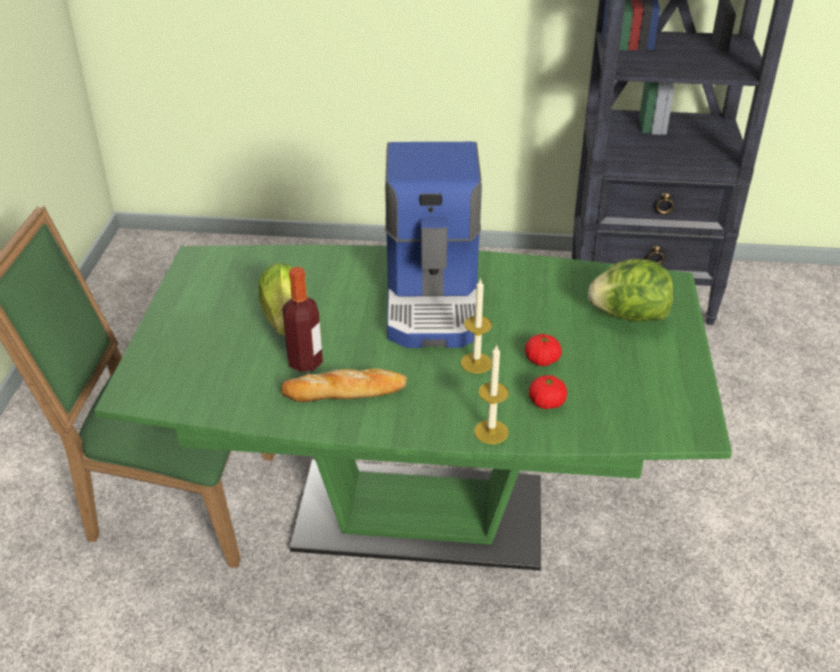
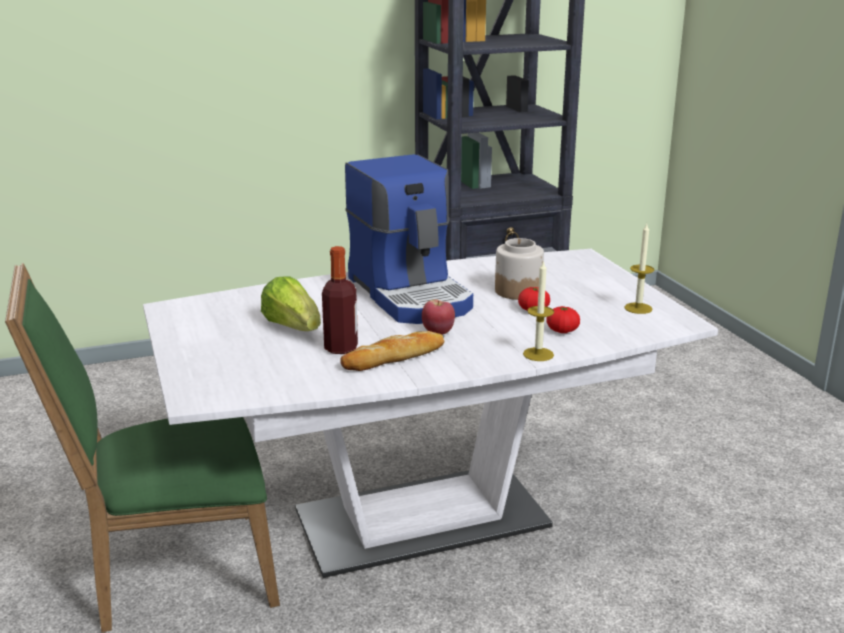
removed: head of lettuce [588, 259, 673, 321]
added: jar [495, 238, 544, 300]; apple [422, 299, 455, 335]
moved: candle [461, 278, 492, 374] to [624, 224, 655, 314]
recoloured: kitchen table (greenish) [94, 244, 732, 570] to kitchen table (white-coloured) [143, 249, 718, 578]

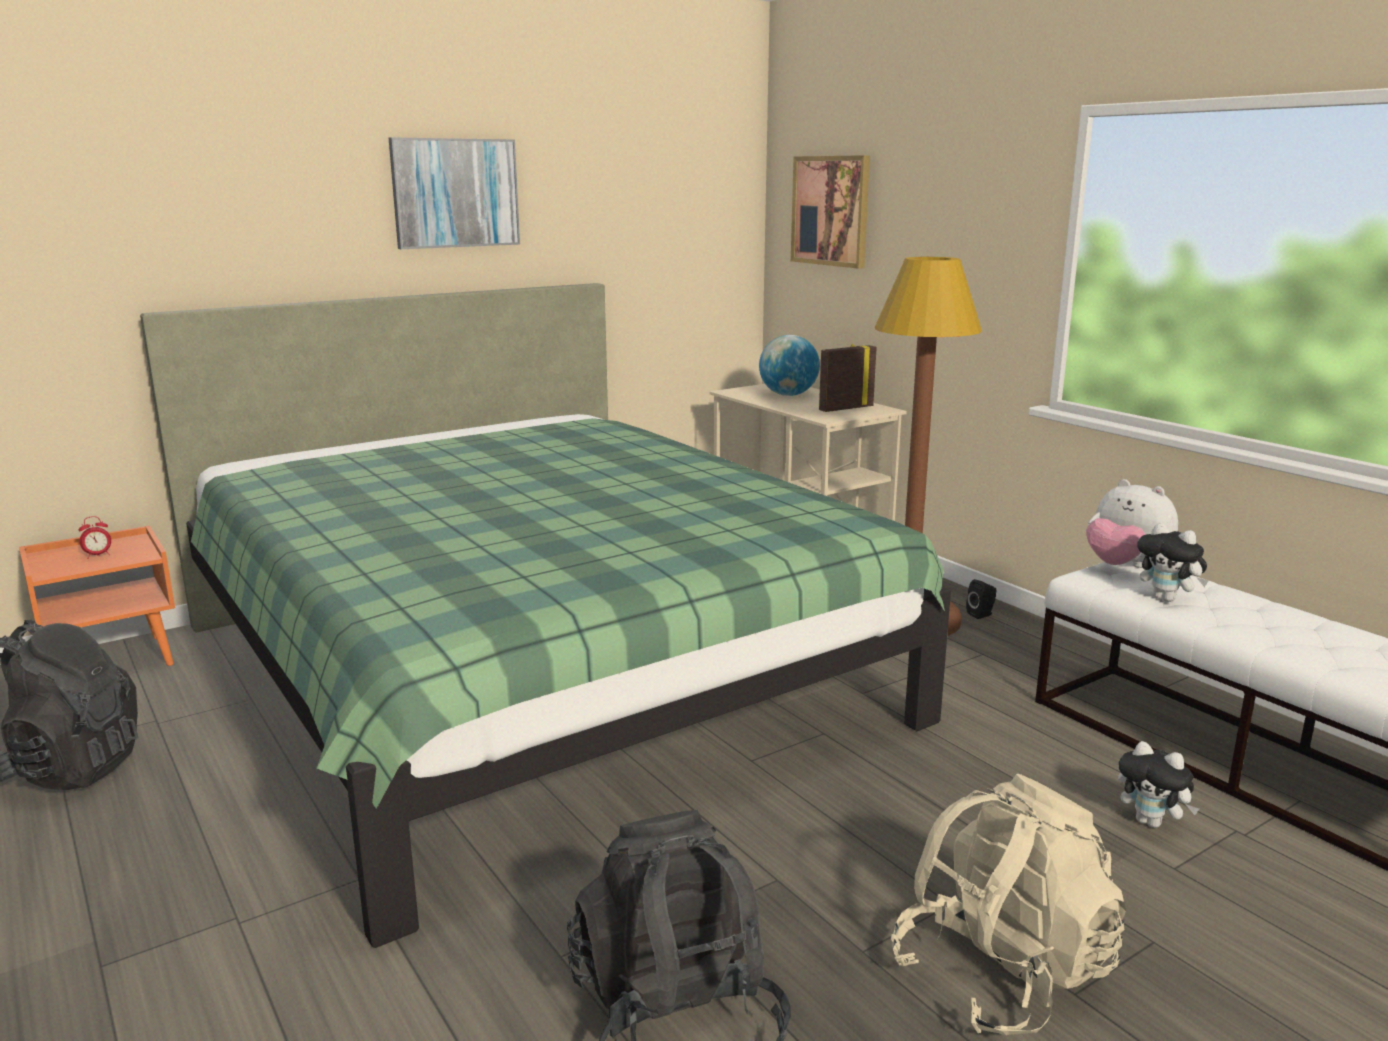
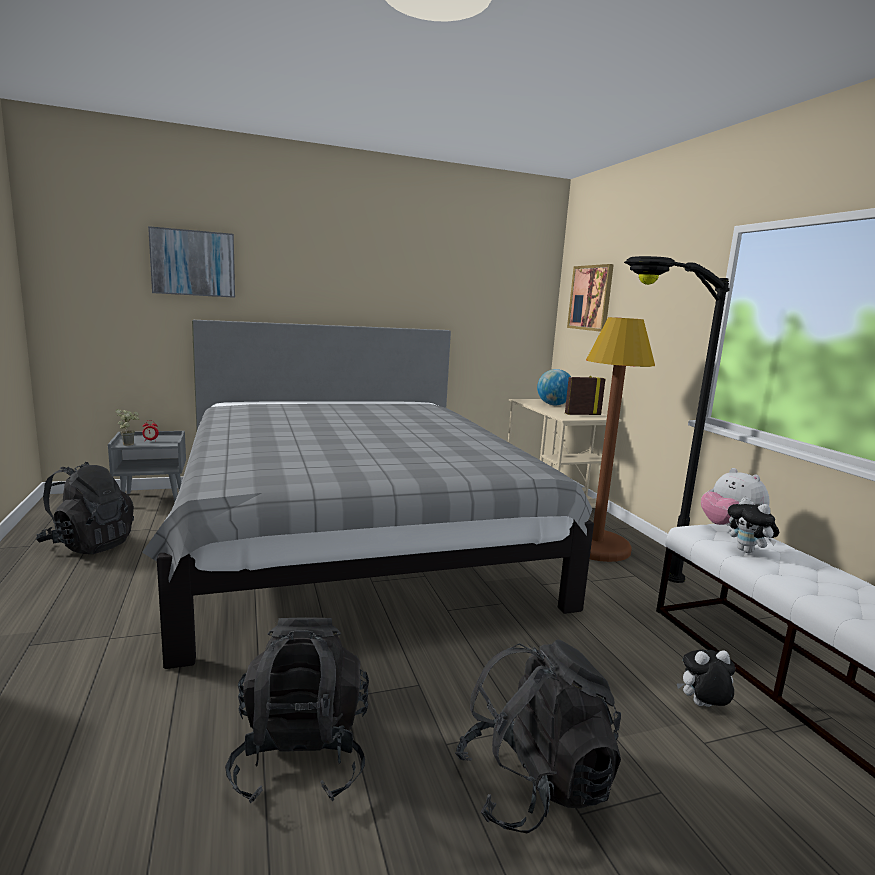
removed: loudspeaker (black-coloured) [966, 579, 997, 619]
added: standard lamp (black-coloured) [624, 256, 730, 583]; potted plant [116, 409, 139, 446]
moved: wall picture [389, 137, 520, 249] to [148, 226, 235, 298]
recoloured: bed (greenish) [140, 283, 951, 948] to bed (grey) [142, 320, 594, 669]; night table (orange) [19, 525, 175, 666] to night table (grey) [108, 431, 186, 502]; rucksack (beige) [891, 774, 1126, 1036] to rucksack (black-coloured) [455, 639, 621, 834]
turned: plush toy [1118, 741, 1199, 828] = [677, 650, 735, 707] 120 degrees clockwise

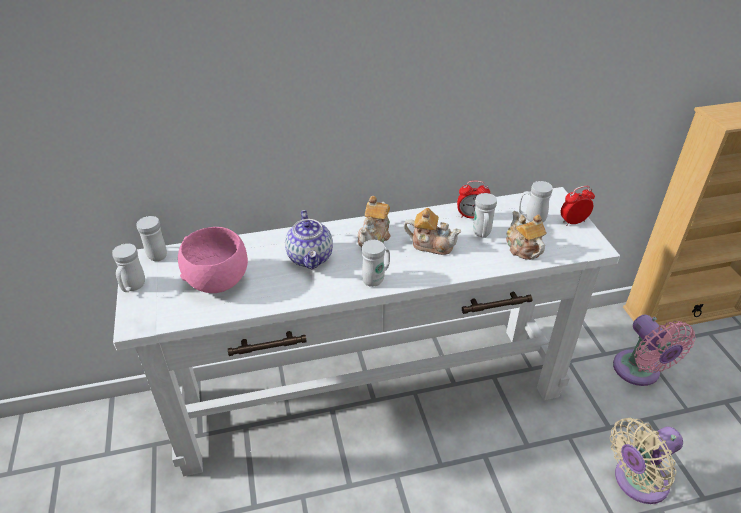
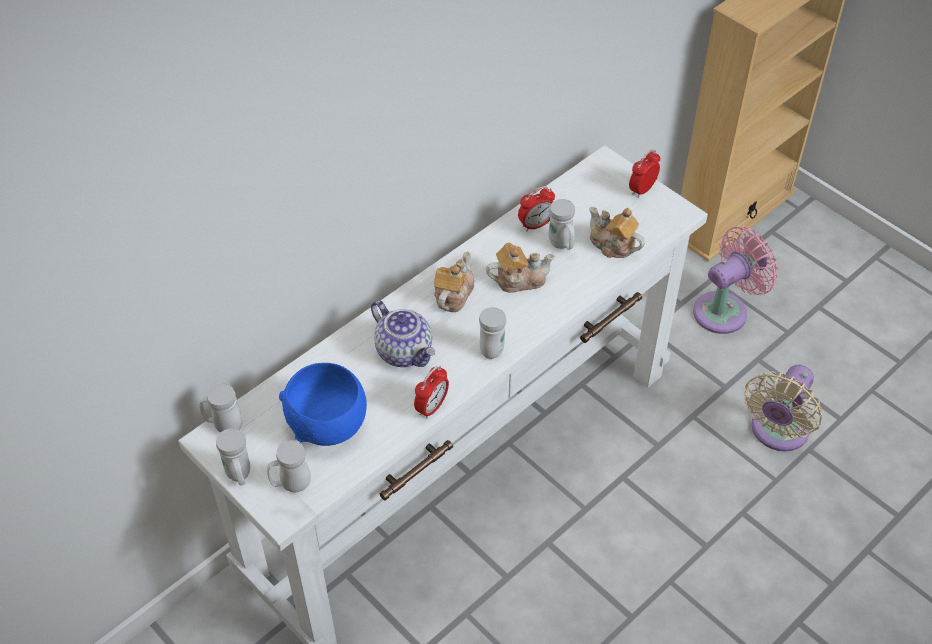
added: table clock [414, 366, 449, 419]
moved: mug (white-coloured) [519, 181, 552, 222] to [267, 440, 311, 492]
recoloured: serving bowl (pink) [178, 227, 248, 293] to serving bowl (blue-coloured) [279, 363, 367, 446]
turned: teapot [358, 196, 391, 247] = [434, 252, 474, 312] 150 degrees counterclockwise; fan (pink) [613, 315, 696, 386] = [693, 226, 779, 334] 75 degrees counterclockwise

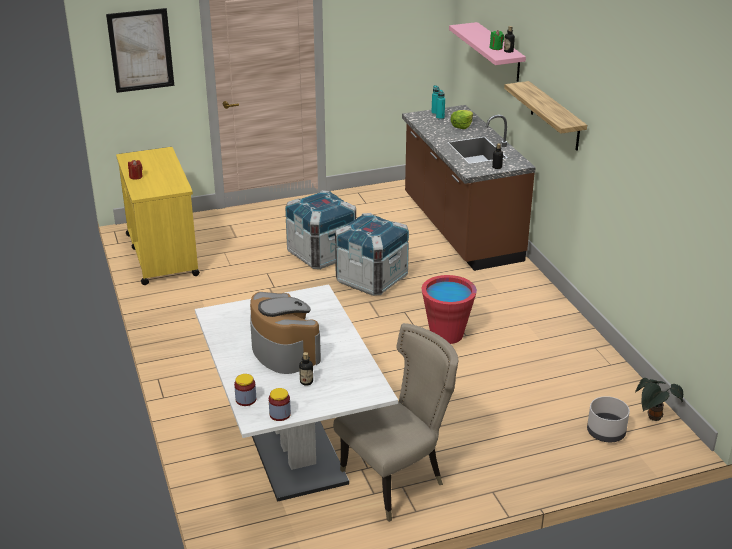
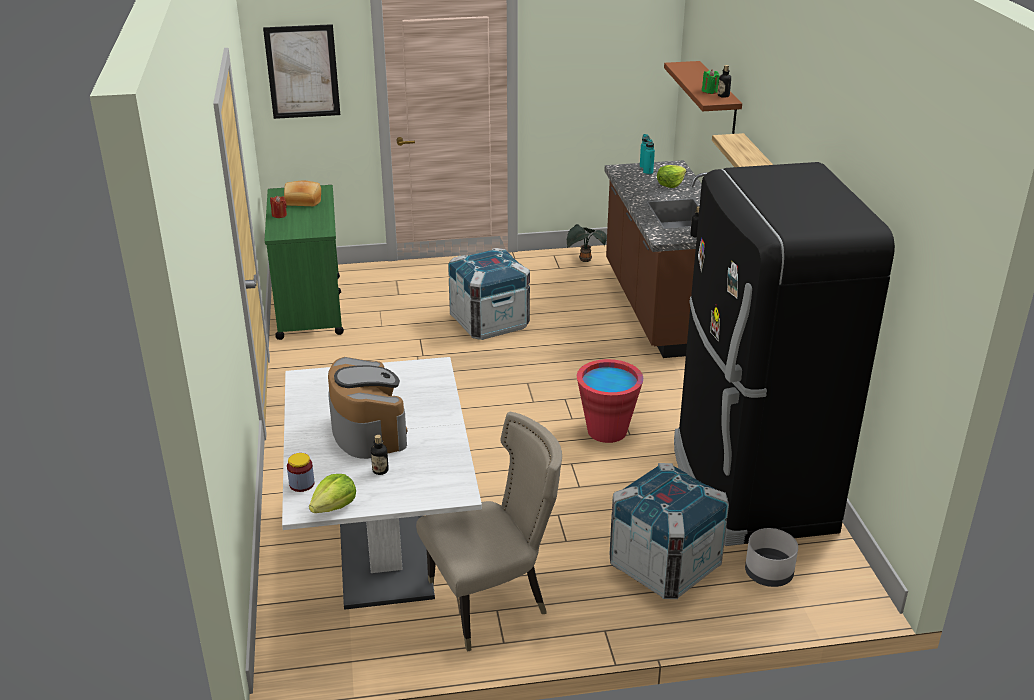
added: refrigerator (black-coloured) [674, 162, 895, 546]; bread [284, 181, 321, 206]
moved: crate [335, 213, 409, 296] to [609, 463, 729, 599]; potted plant [635, 378, 683, 421] to [567, 224, 607, 262]
replaced: jar [269, 388, 291, 421] to head of lettuce [309, 474, 356, 513]
recoloured: wall shelf (pink) [449, 22, 526, 82] to wall shelf (brown-coloured) [664, 61, 742, 134]; wheeled cart (yellowish) [116, 147, 200, 285] to wheeled cart (greenish) [265, 185, 344, 340]

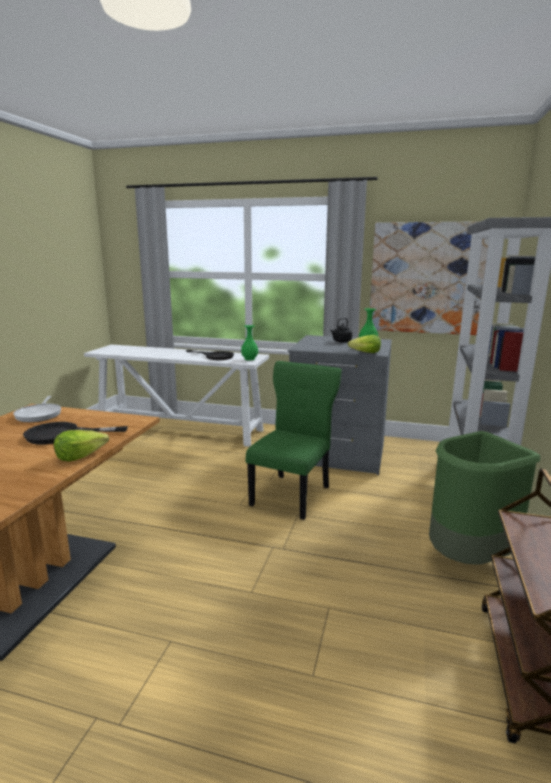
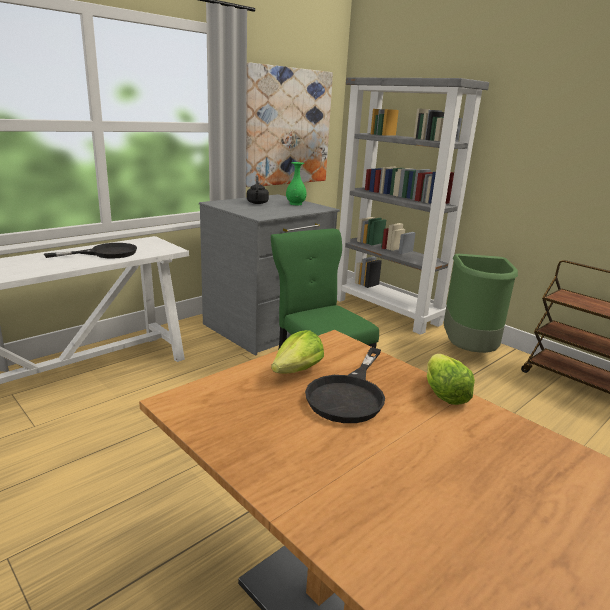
removed: flower vase (greenish) [241, 325, 258, 360]; frying pan [13, 396, 61, 422]
moved: head of lettuce [348, 335, 381, 353] to [271, 330, 324, 374]

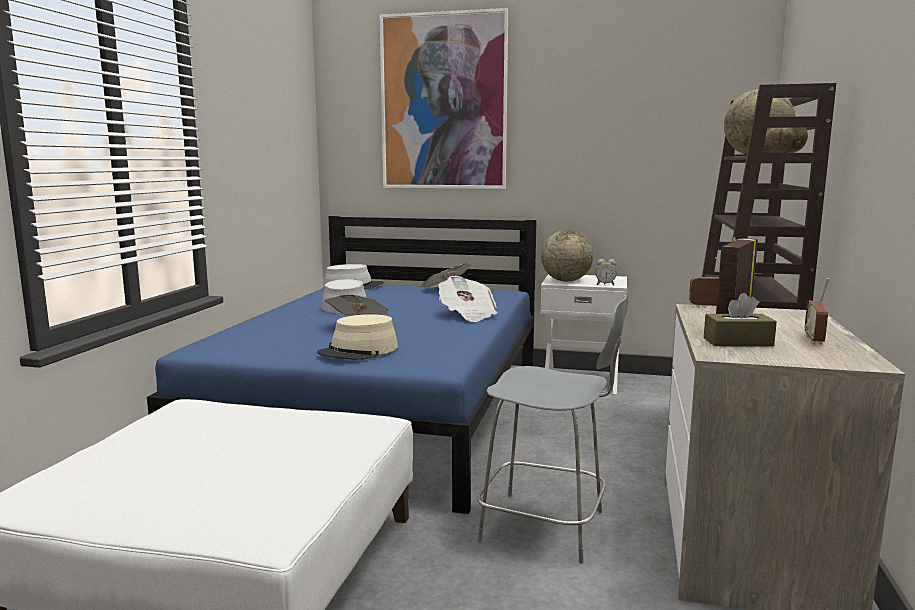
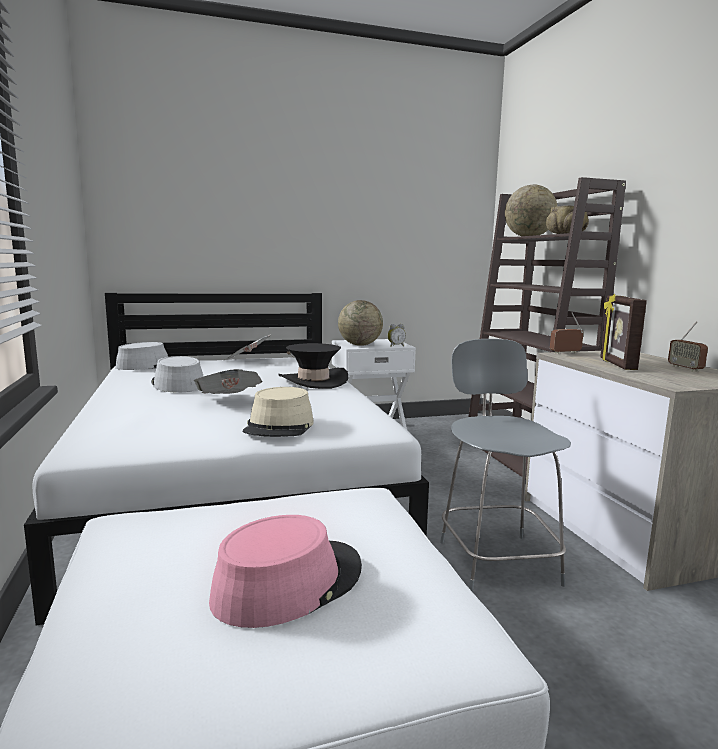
removed: wall picture [380, 8, 508, 189]; box of tissues (brown-coloured) [704, 293, 777, 346]
added: clothing hat (pink) [209, 515, 362, 628]
replaced: newspaper [438, 276, 498, 322] to clothing hat (black-coloured) [278, 343, 349, 389]
recoloured: bed (blue-coloured) [147, 216, 537, 514] to bed (white-coloured) [24, 293, 429, 625]
turned: chair (grey) [477, 295, 628, 564] = [440, 339, 571, 592] 90 degrees counterclockwise

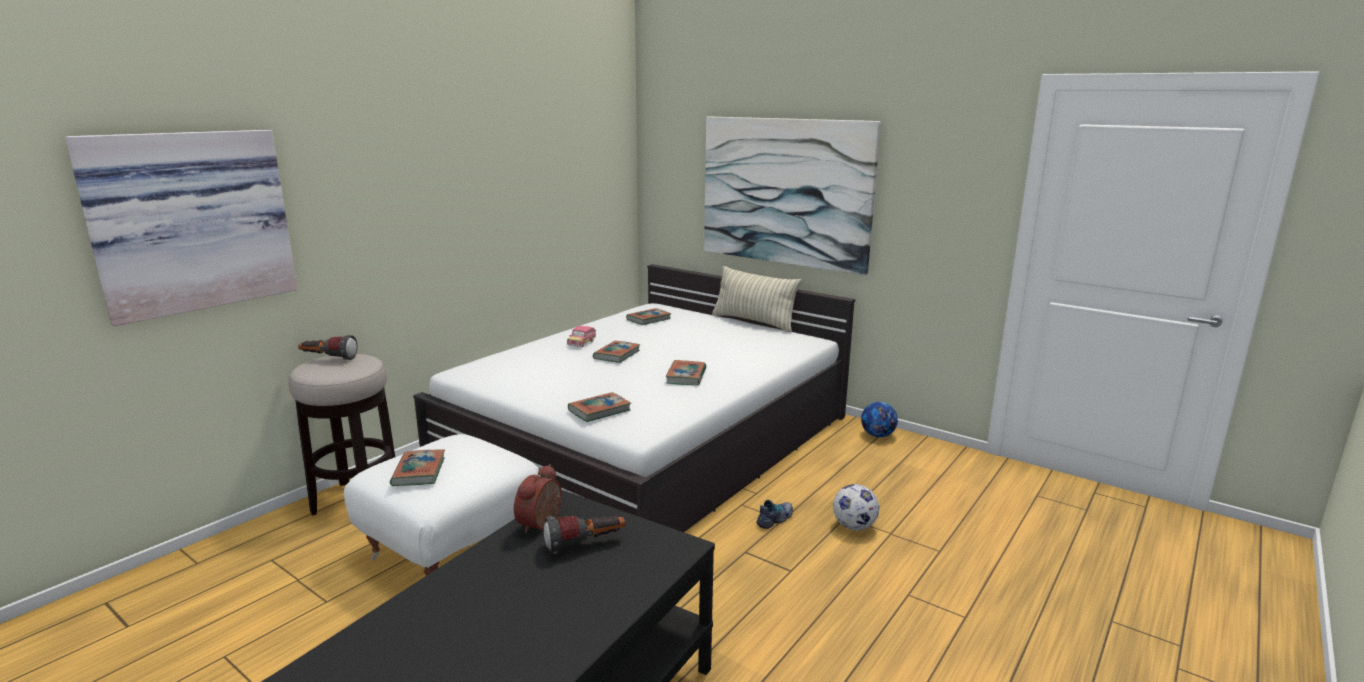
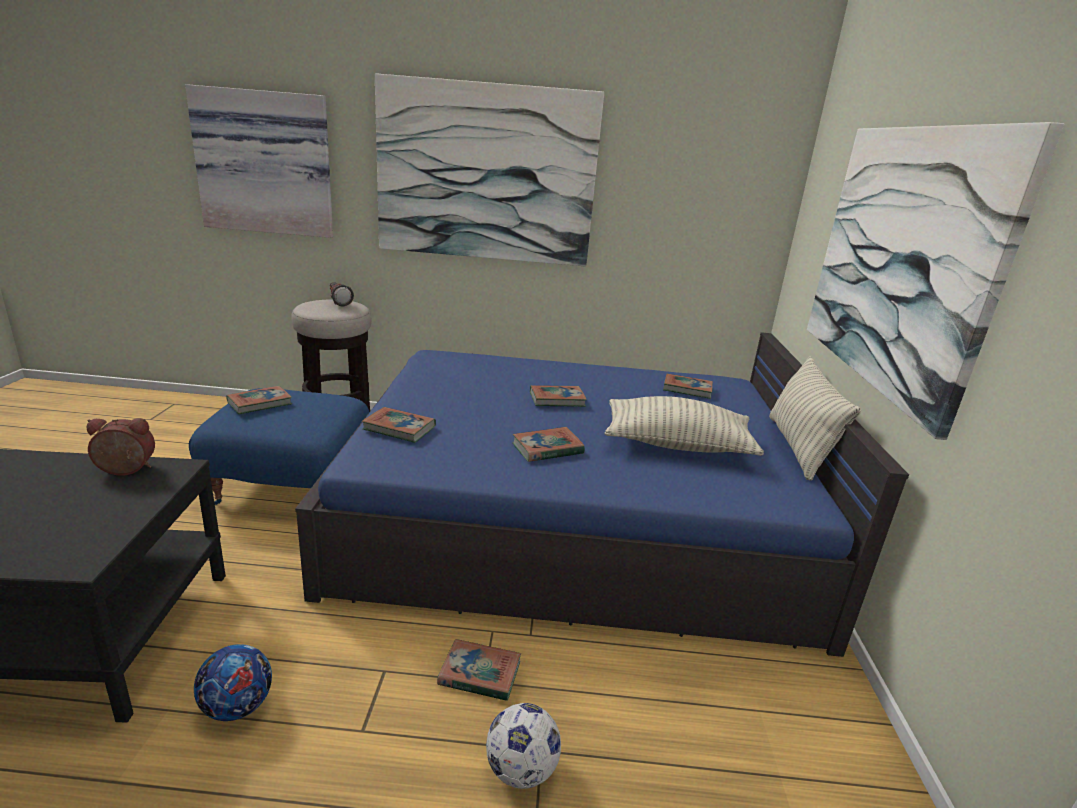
removed: model car [567, 326, 596, 348]; hand torch [544, 515, 625, 554]
added: wall picture [375, 73, 604, 267]; pillow [604, 396, 764, 456]
moved: football ball [861, 402, 898, 437] to [194, 644, 272, 721]
replaced: low shoe [756, 500, 793, 529] to bound book [437, 639, 521, 701]
recoloured: bed (white-coloured) [413, 264, 855, 532] to bed (blue-coloured) [295, 332, 909, 657]; ottoman (white-coloured) [344, 434, 541, 576] to ottoman (blue-coloured) [189, 388, 369, 505]

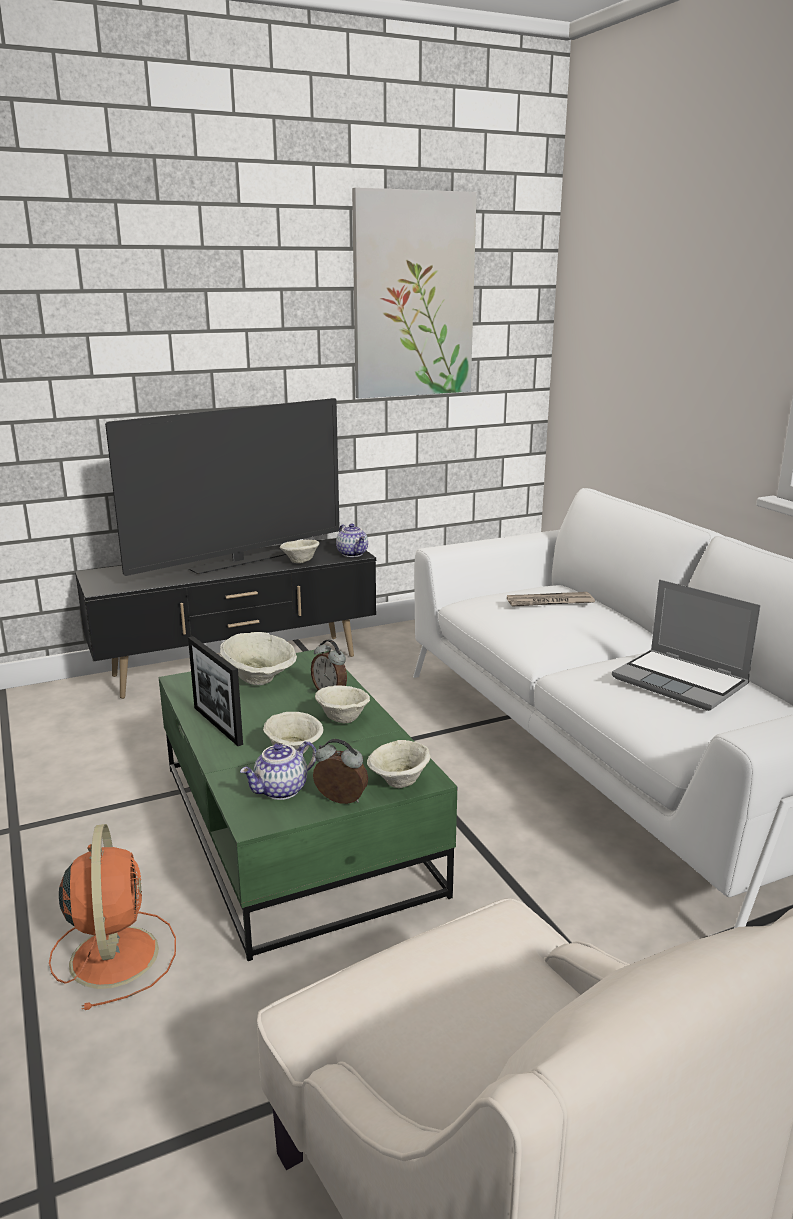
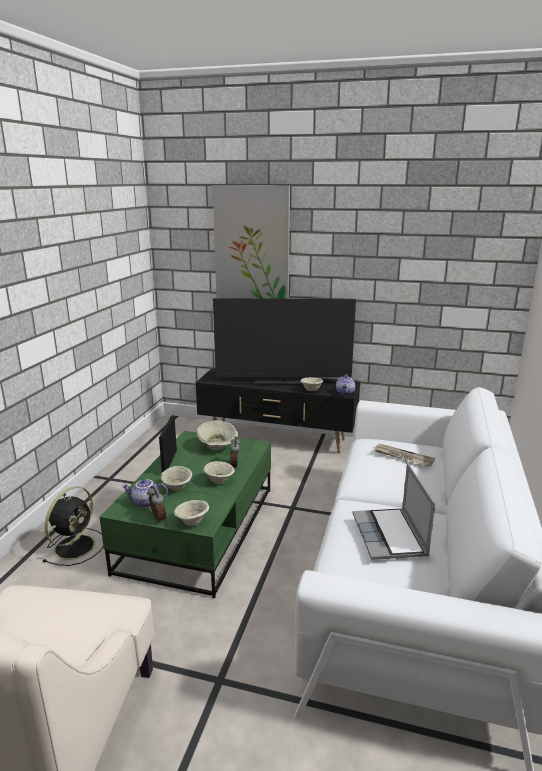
moved: wall picture [352, 187, 477, 399] to [213, 185, 290, 299]
recoloured: fan (orange) [49, 824, 176, 1010] to fan (black-coloured) [42, 486, 104, 566]

